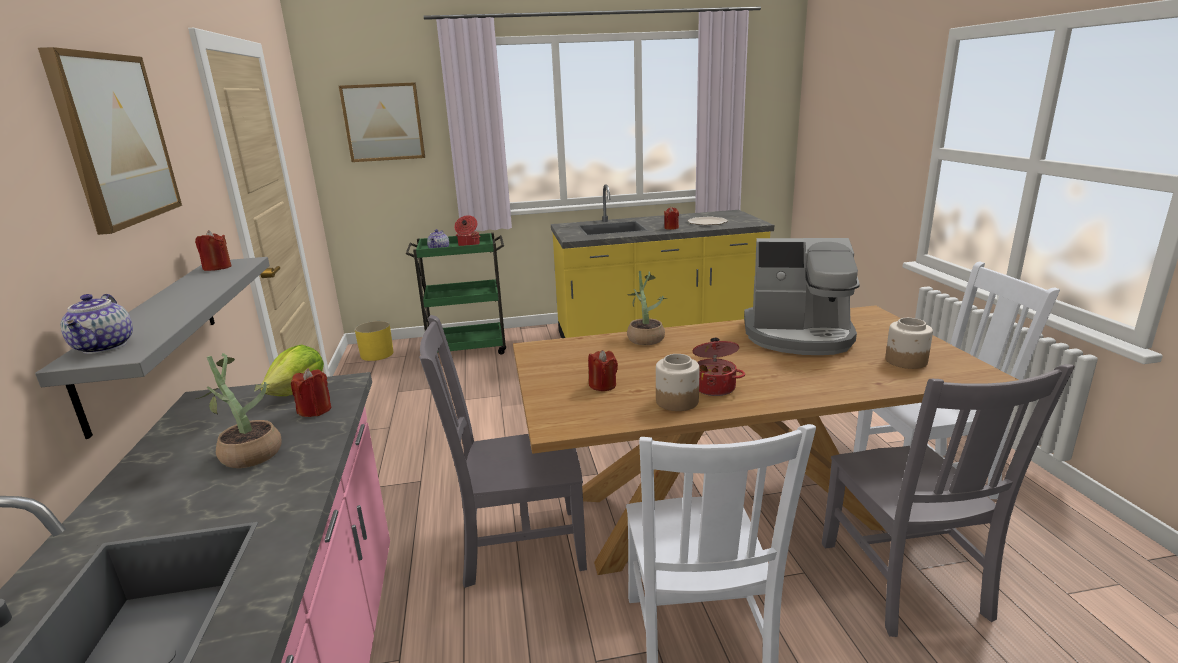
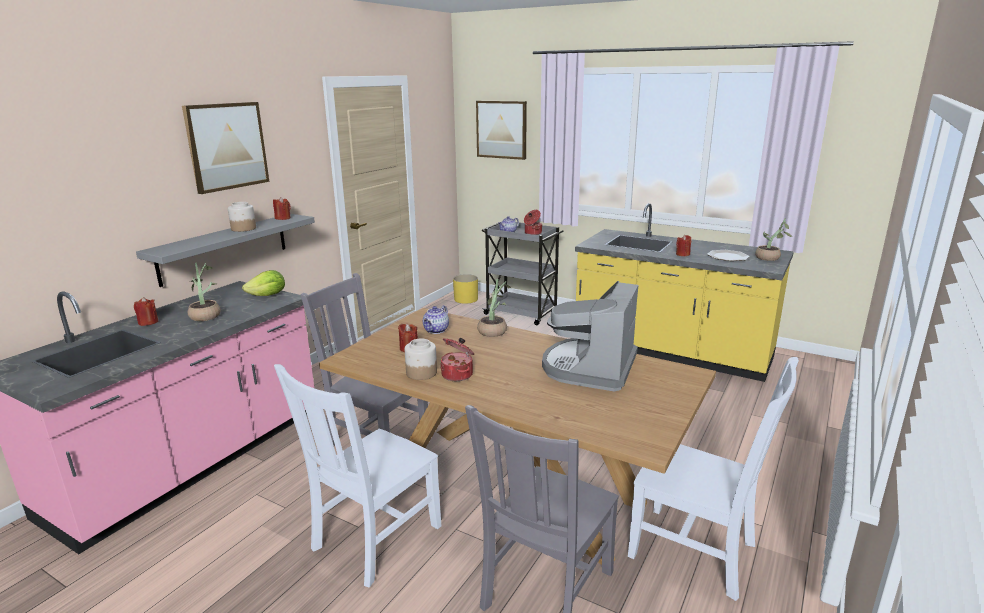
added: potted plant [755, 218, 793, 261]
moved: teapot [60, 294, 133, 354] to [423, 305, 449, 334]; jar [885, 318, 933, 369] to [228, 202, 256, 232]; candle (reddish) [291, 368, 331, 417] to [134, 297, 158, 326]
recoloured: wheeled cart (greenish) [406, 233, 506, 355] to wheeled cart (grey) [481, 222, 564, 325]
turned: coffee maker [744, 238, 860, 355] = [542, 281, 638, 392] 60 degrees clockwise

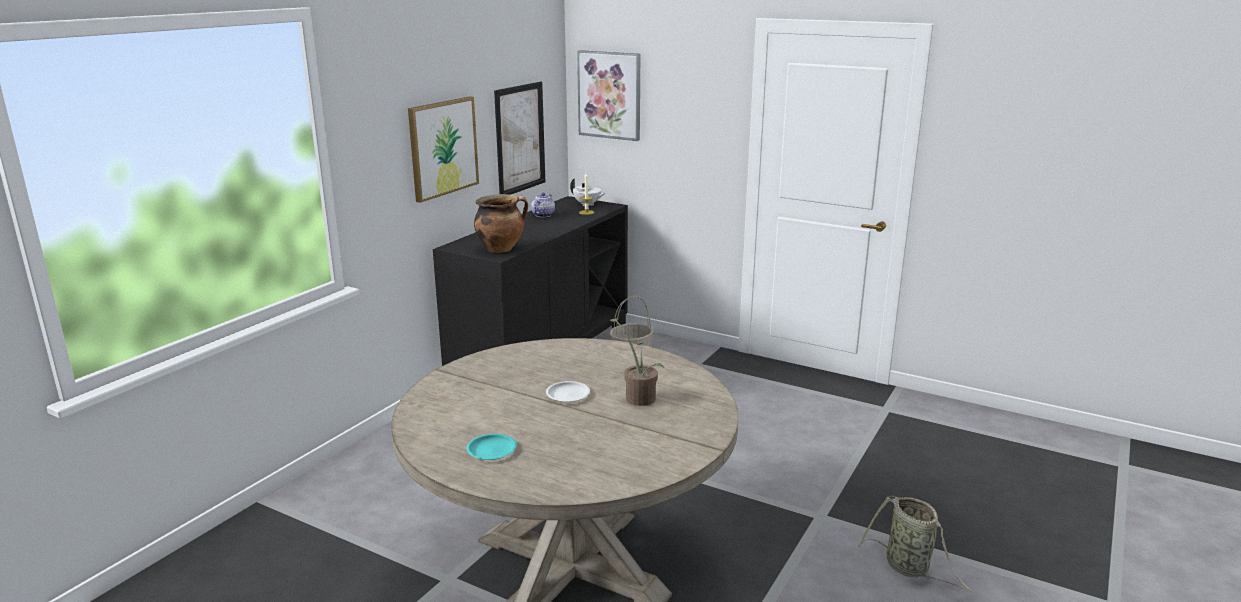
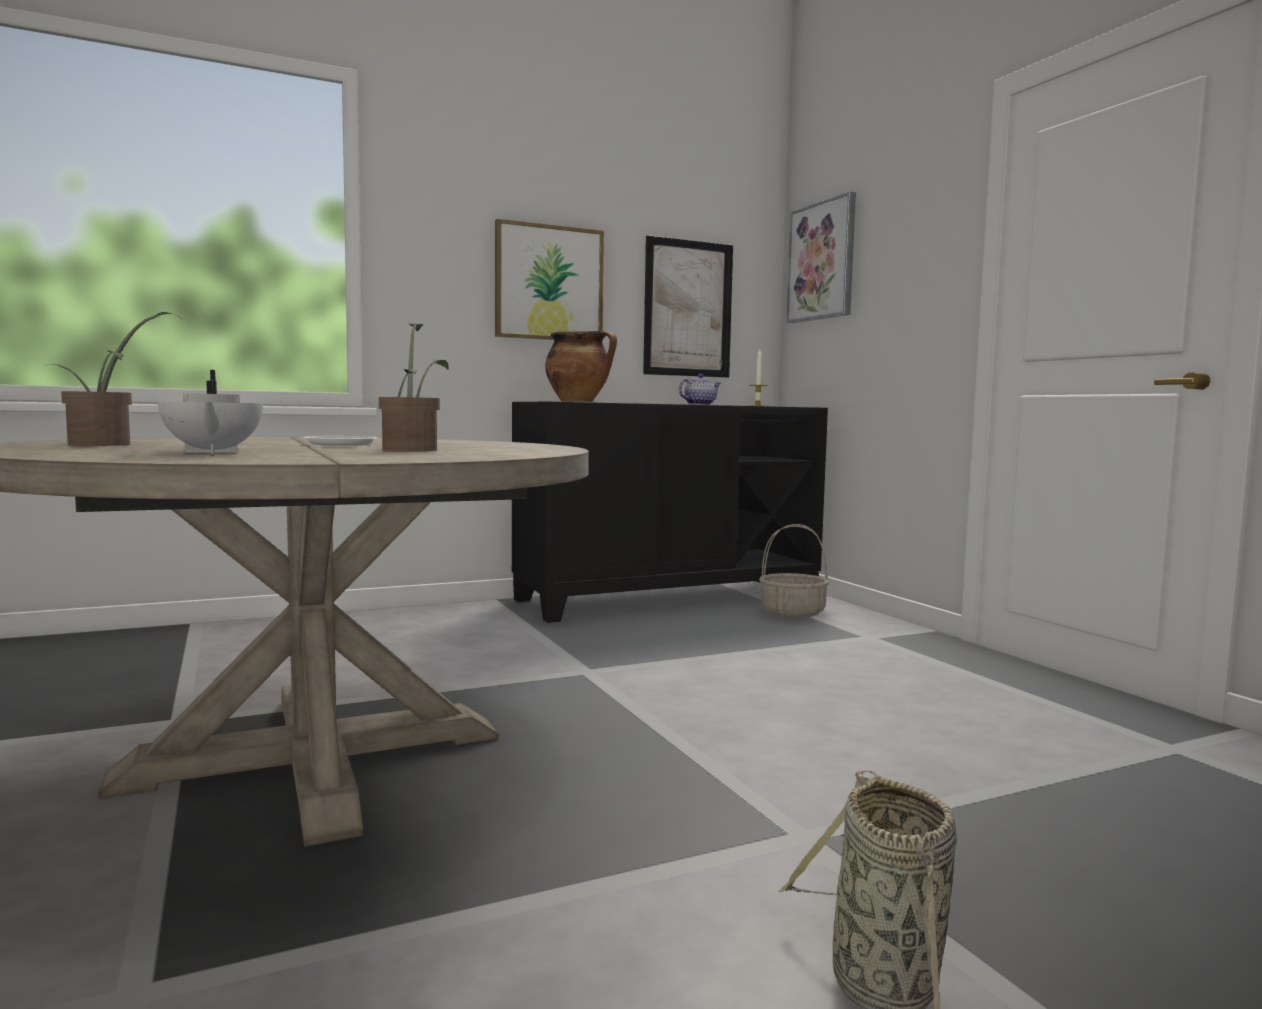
moved: teapot (white-coloured) [570, 178, 605, 206] to [157, 370, 263, 454]
replaced: plate (blue-green) [466, 434, 517, 460] to potted plant [45, 312, 183, 446]

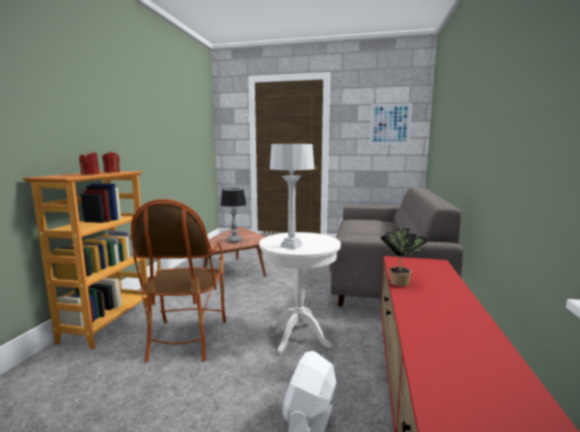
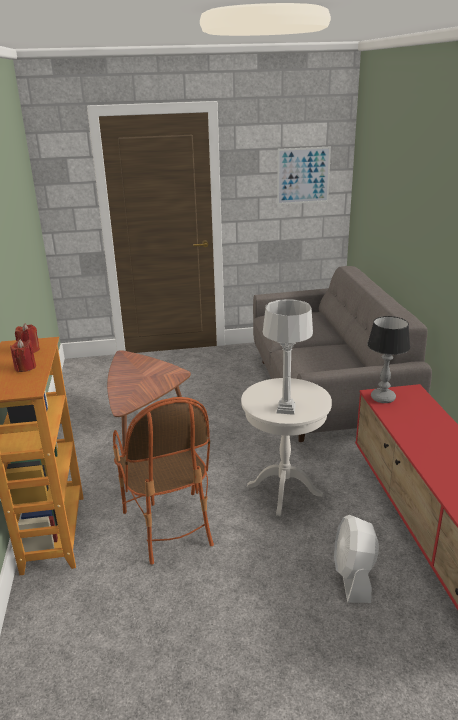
removed: potted plant [380, 228, 430, 287]
moved: lamp for a table [220, 188, 246, 243] to [367, 316, 410, 403]

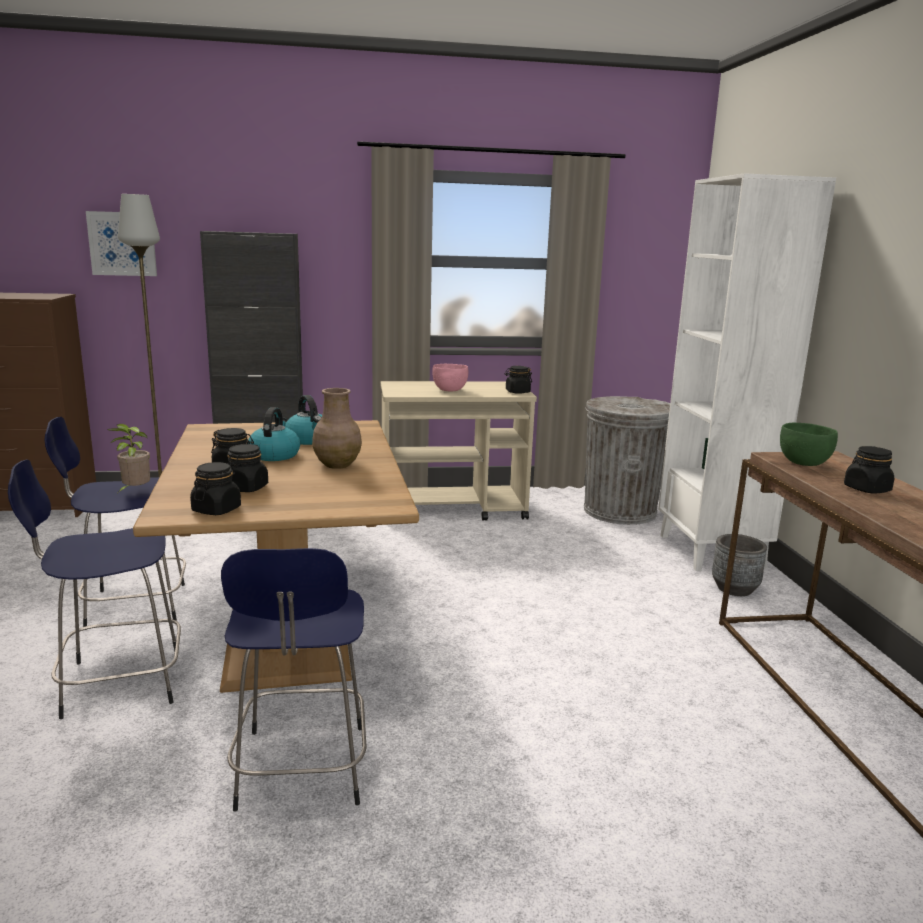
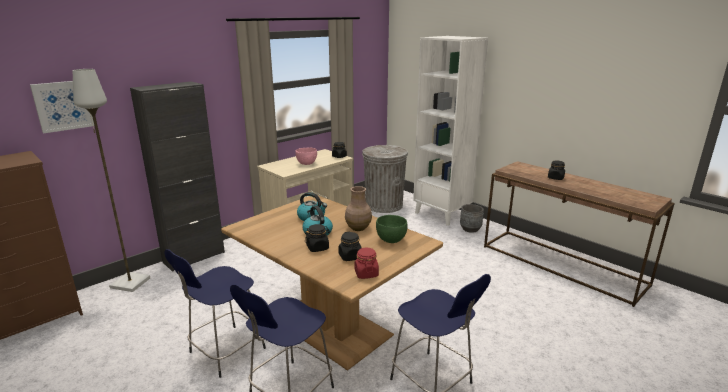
removed: potted plant [107, 424, 150, 492]
moved: serving bowl (greenish) [780, 423, 838, 466] to [376, 215, 408, 243]
recoloured: jar (black-coloured) [190, 462, 241, 515] to jar (reddish) [355, 248, 379, 279]

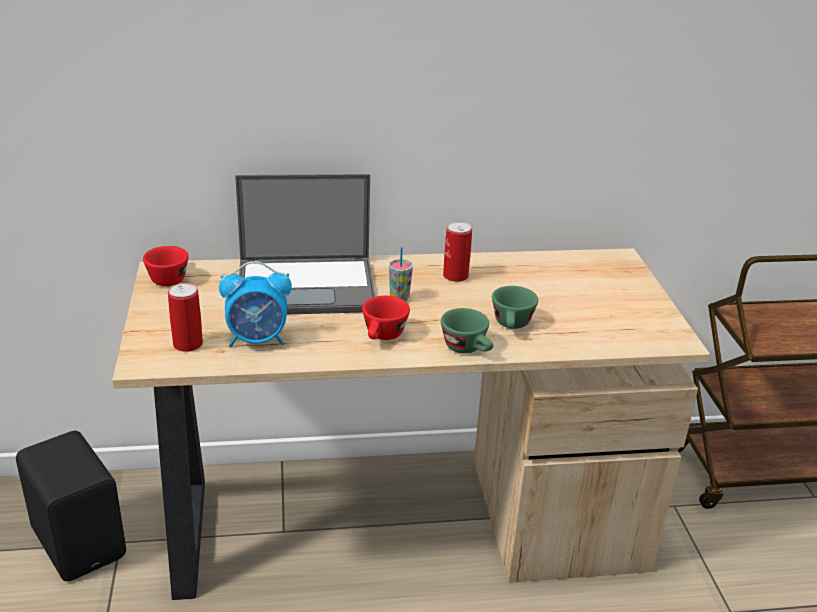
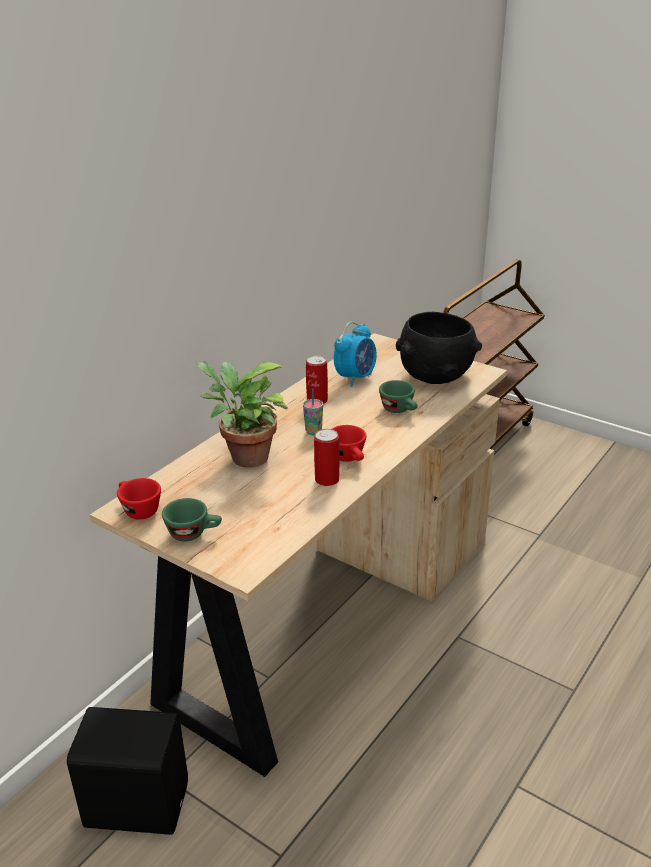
added: serving bowl (black-coloured) [396, 312, 482, 384]
moved: table clock [219, 261, 292, 347] to [334, 322, 377, 387]; can [168, 283, 203, 352] to [314, 429, 340, 486]; drinking cup (greenish) [441, 308, 493, 353] to [162, 498, 222, 542]
replaced: portable computer [235, 174, 375, 315] to potted plant [197, 361, 288, 468]

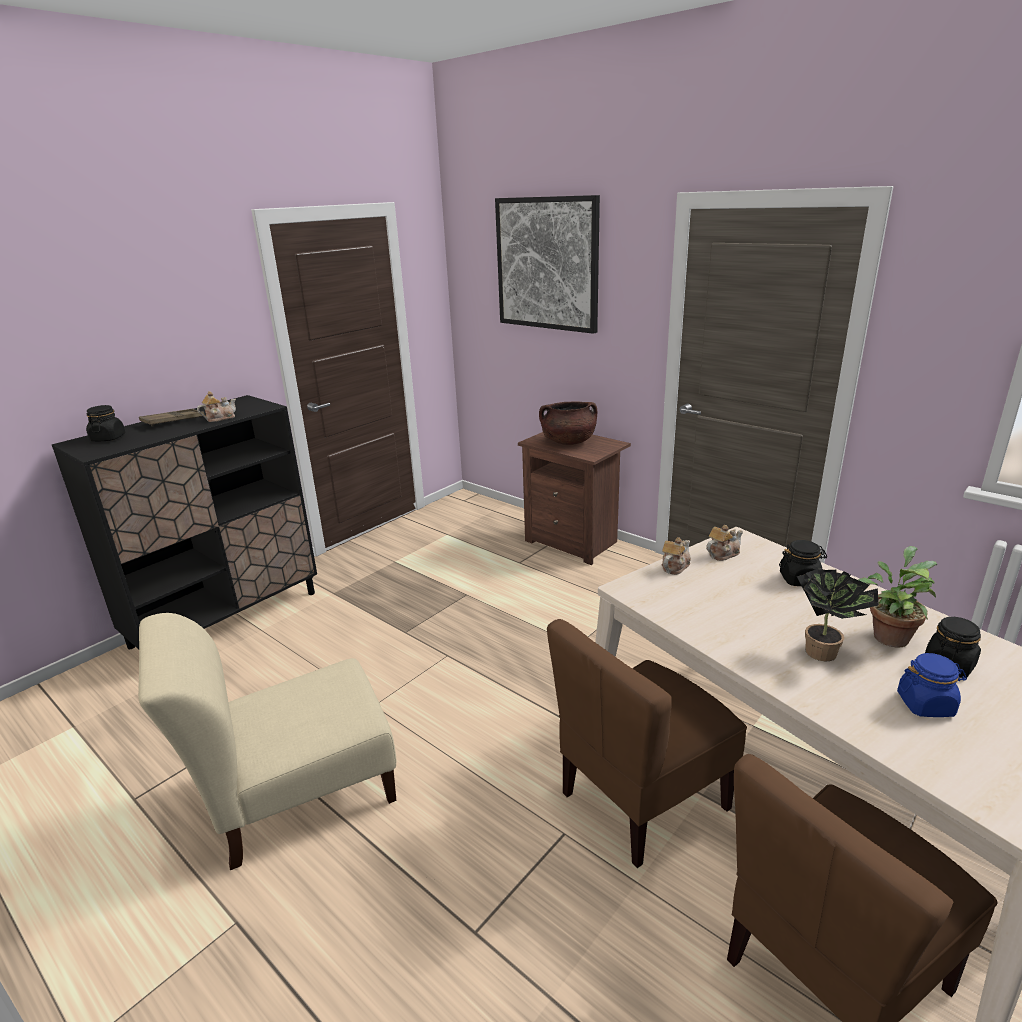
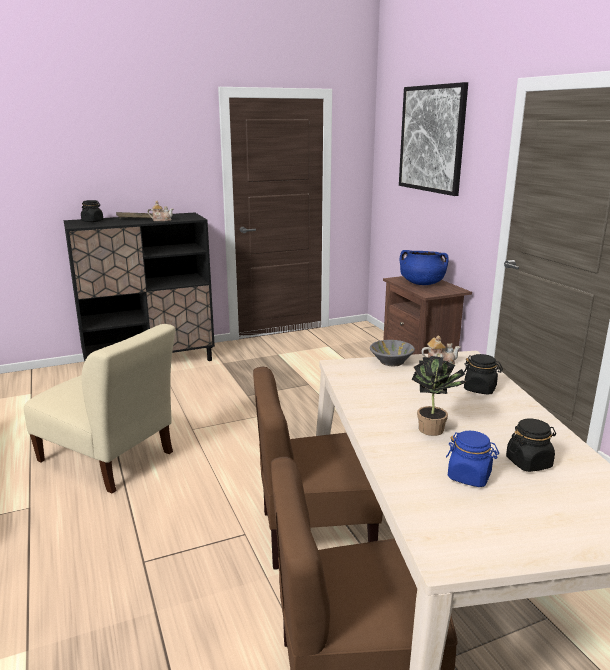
removed: potted plant [858, 546, 937, 648]
replaced: teapot [662, 537, 691, 575] to serving bowl (grey) [370, 340, 415, 366]
recoloured: saucepot (brown-coloured) [539, 401, 597, 445] to saucepot (blue-coloured) [400, 250, 449, 285]
turned: chair (beige) [138, 613, 396, 870] = [24, 324, 176, 493] 150 degrees counterclockwise

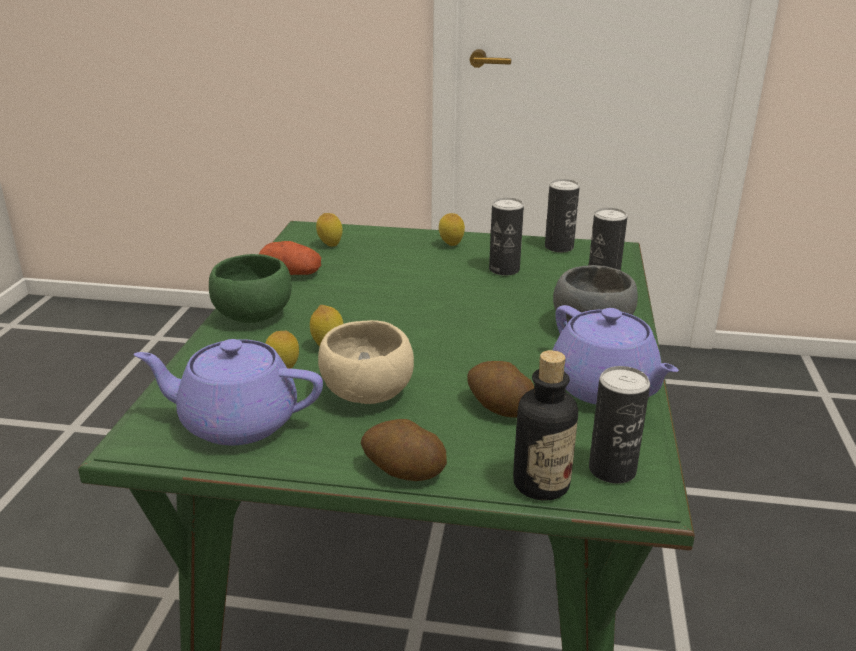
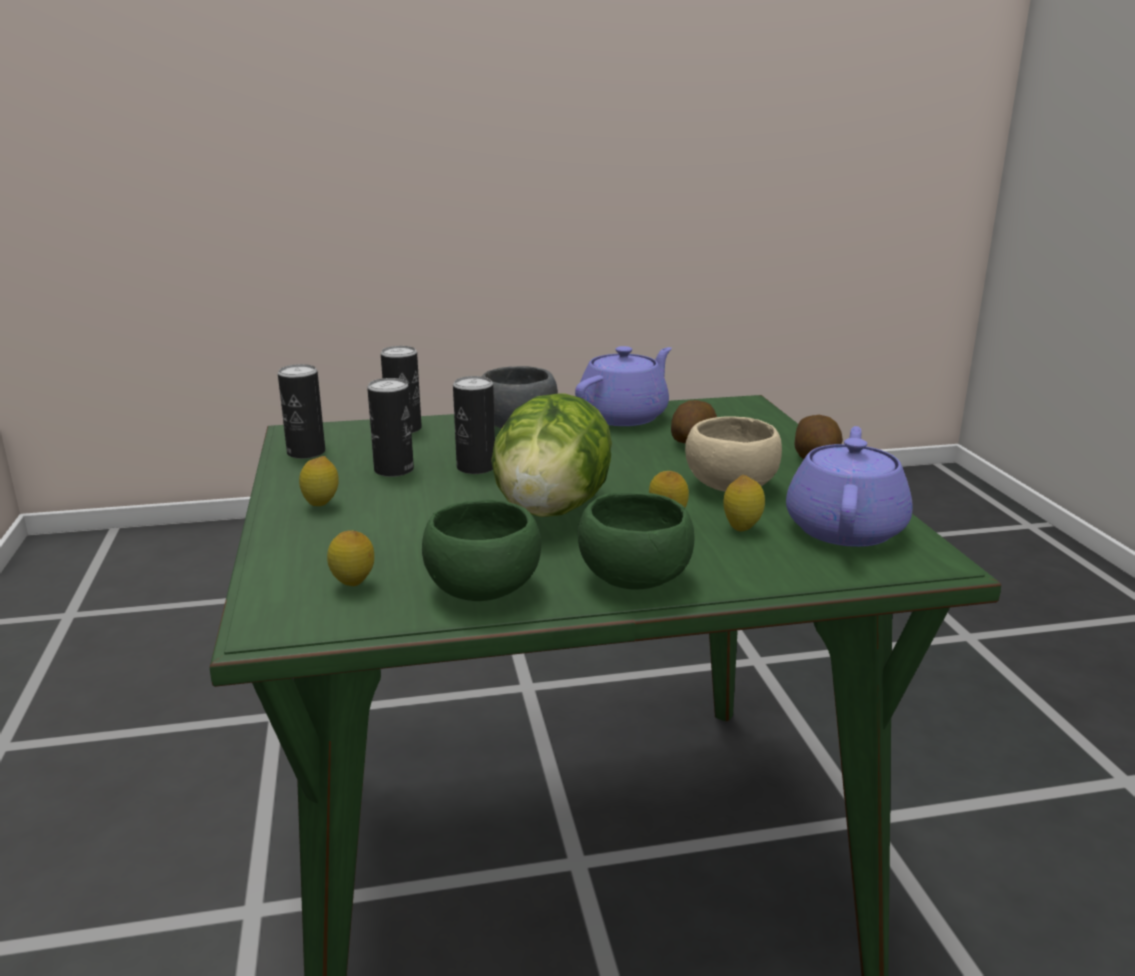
removed: bottle [513, 350, 578, 501]
added: head of lettuce [491, 393, 612, 517]
moved: can [589, 366, 650, 484] to [453, 376, 495, 474]
replaced: whole potato [259, 241, 321, 275] to serving bowl (greenish) [422, 500, 541, 601]
turned: teapot (purple-coloured) [134, 339, 323, 445] = [786, 426, 913, 547] 150 degrees counterclockwise

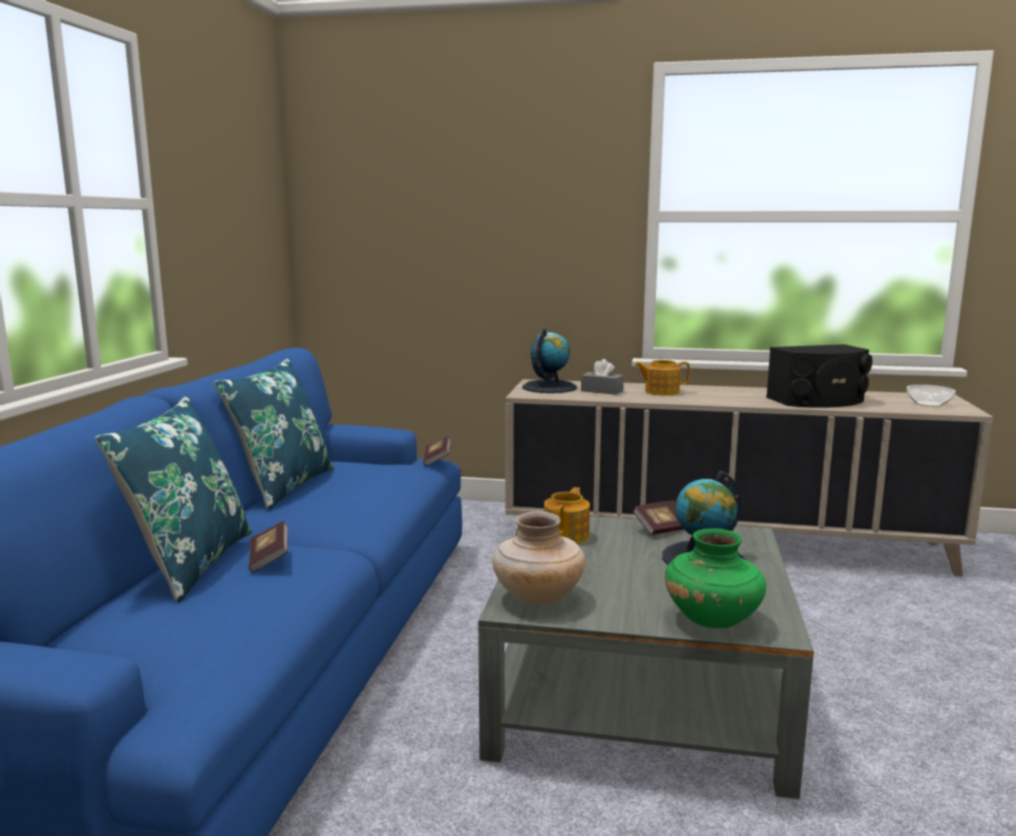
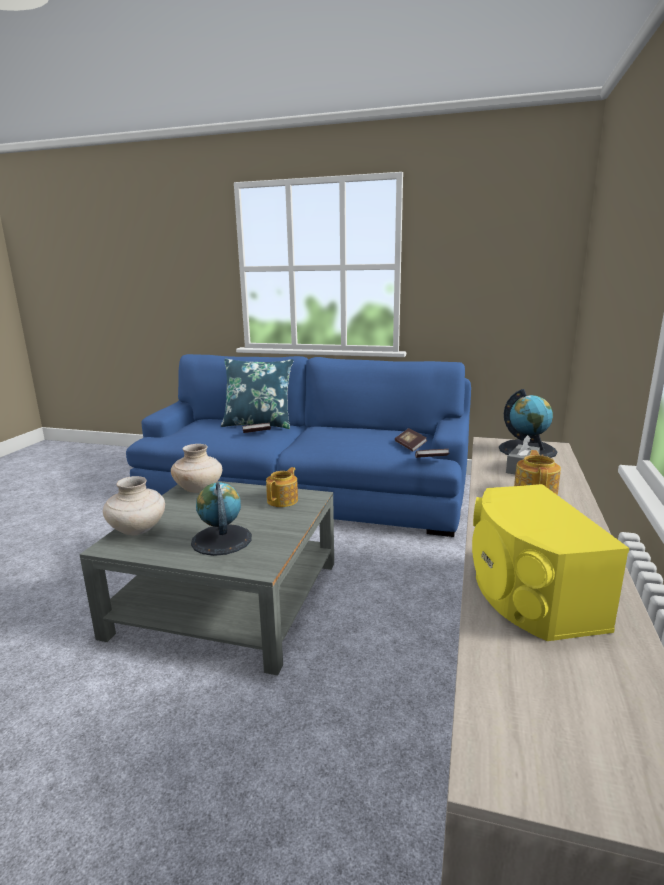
removed: pillow (blue-coloured) [214, 358, 334, 510]; serving bowl [907, 385, 956, 407]
moved: bound book [633, 500, 683, 535] to [395, 428, 427, 451]
recoloured: loudspeaker (black-coloured) [766, 344, 872, 408] to loudspeaker (yellowish) [472, 484, 629, 641]; flower vase (greenish) [665, 529, 766, 628] to flower vase (beige) [103, 476, 165, 535]
turned: teapot [544, 487, 590, 544] = [266, 467, 298, 507] 90 degrees counterclockwise

